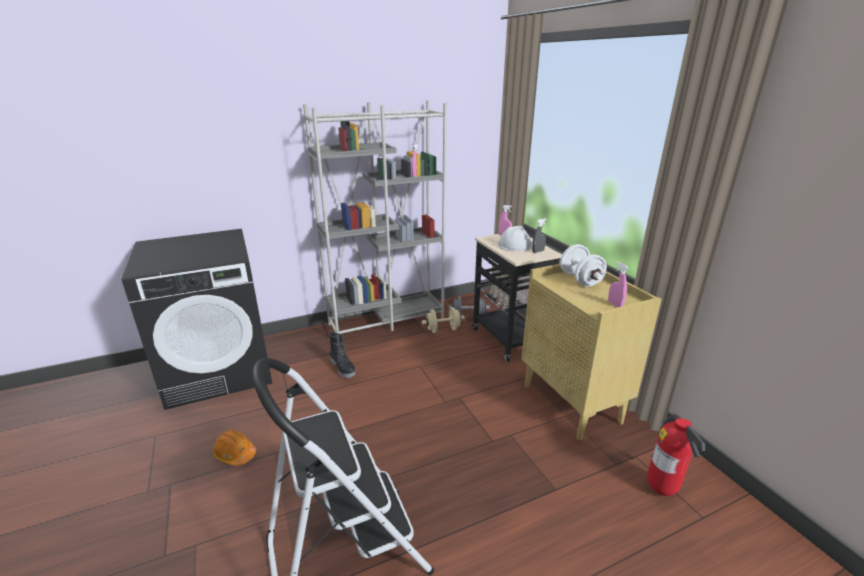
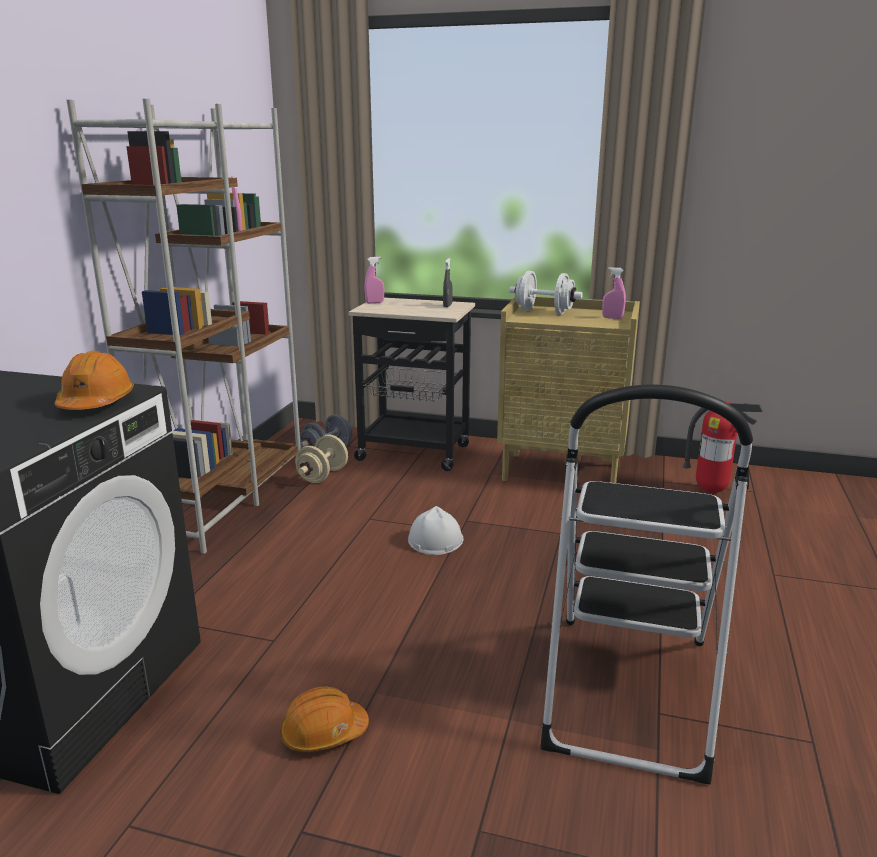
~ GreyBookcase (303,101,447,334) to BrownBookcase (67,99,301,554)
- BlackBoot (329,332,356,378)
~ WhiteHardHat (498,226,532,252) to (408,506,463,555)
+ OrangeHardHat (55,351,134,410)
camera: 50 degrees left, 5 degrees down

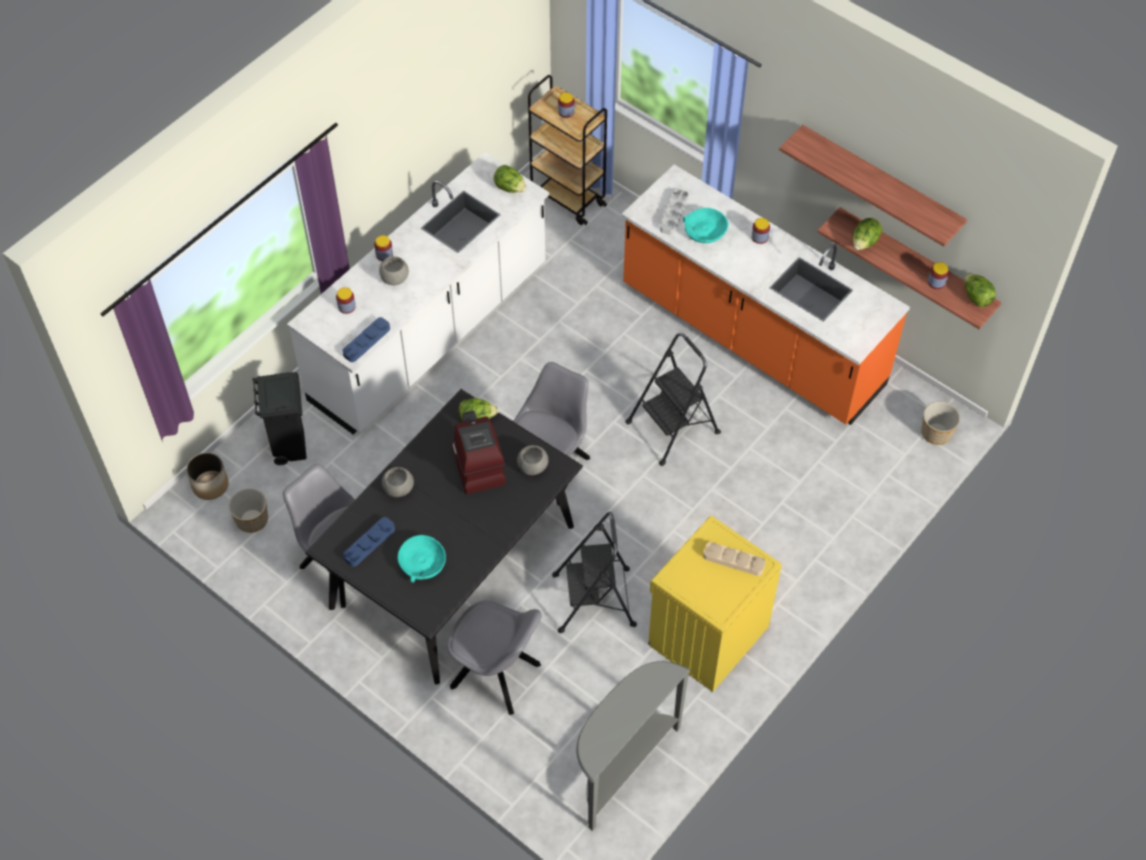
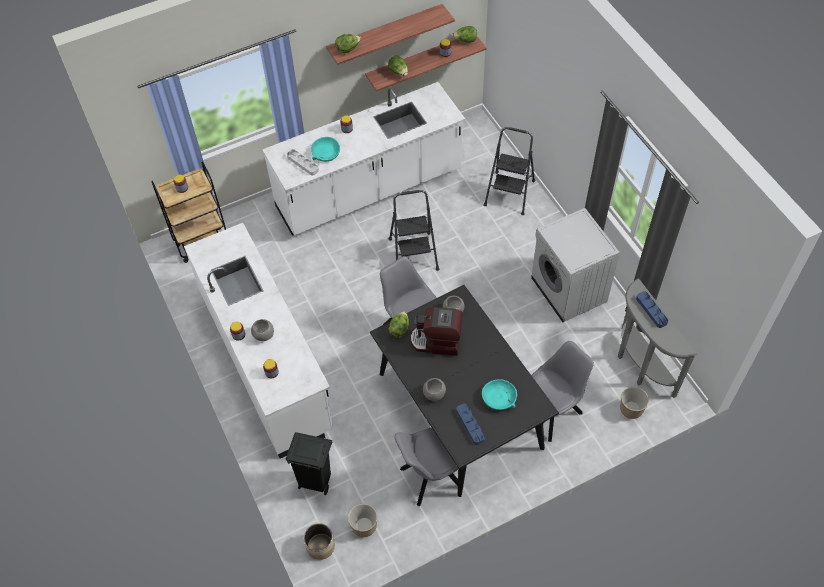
~ BlueTray (342,317,390,362) to (636,291,668,328)
~ Lettuce (493,165,526,193) to (335,34,361,53)
~ BlackStepLadder (552,512,637,633) to (483,127,536,215)
~ OrangeCounter (621,164,910,425) to WhiteCounter (262,82,465,236)
~ YellowWashingMachine (648,515,782,692) to WhiteWashingMachine (531,208,620,322)
- BeigeTray (703,542,766,576)
~ Planter (921,402,960,445) to (620,387,649,419)
camera: 65 degrees left, 0 degrees up

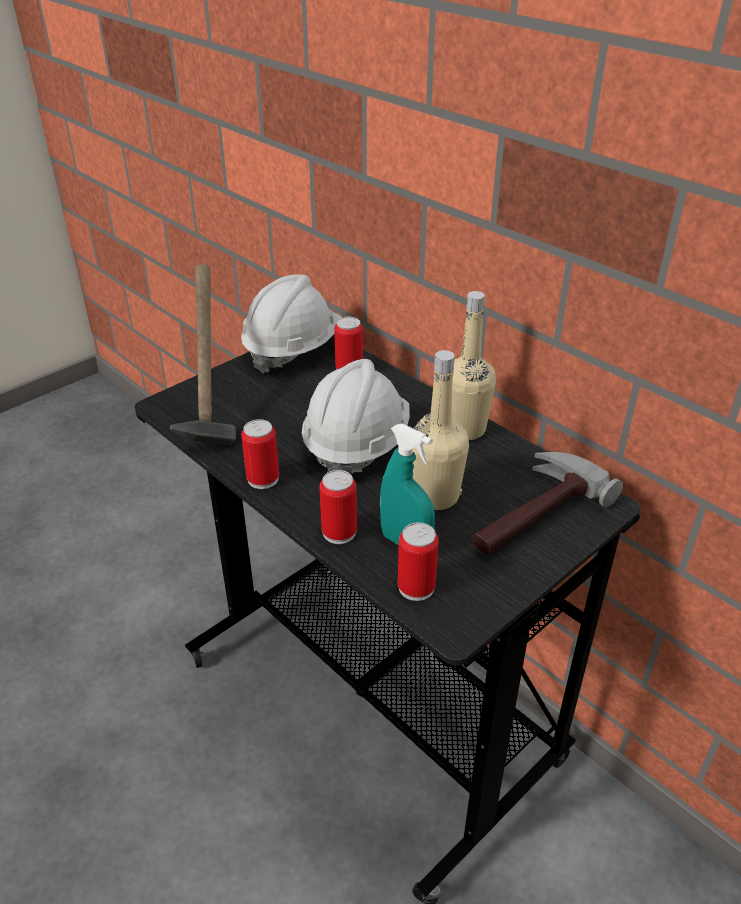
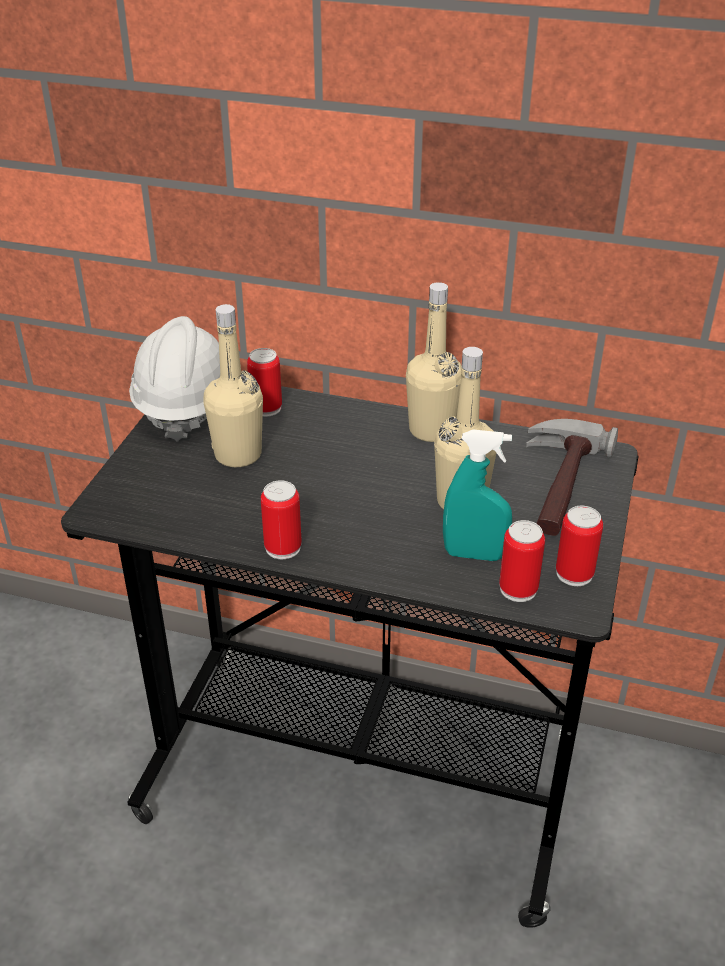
- Hammer (170,264,236,446)
- WhiteHardHat (302,359,410,474)
~ Can (320,470,357,544) to (556,506,603,586)
+ BeigeBottle (203,304,263,467)
camera: 30 degrees left, 0 degrees up

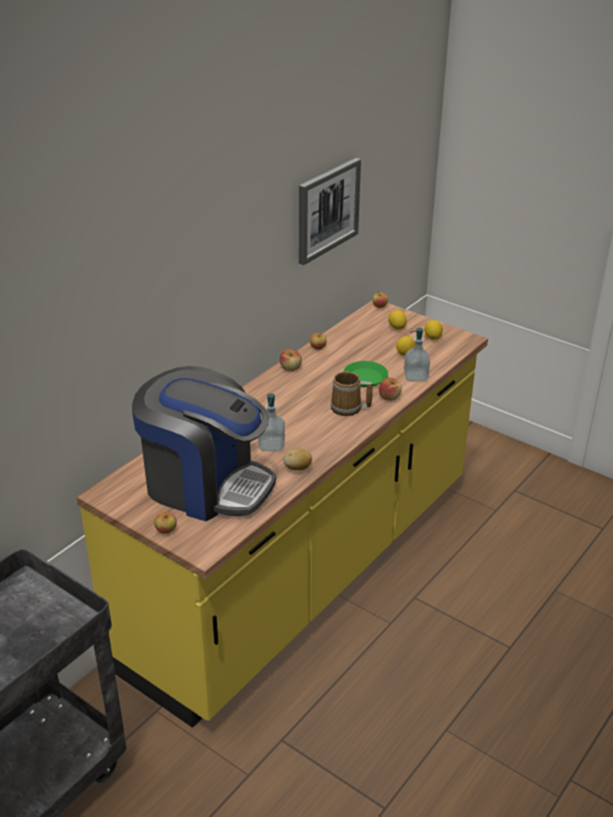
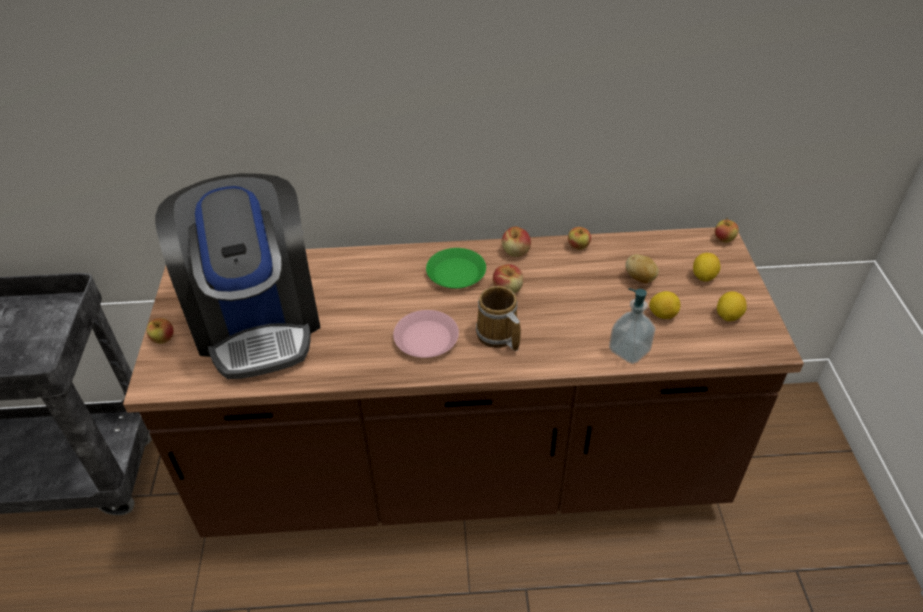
~ YellowCounter (77,300,488,728) to BrownCounter (123,227,804,537)
- SoapDispenser (258,393,285,452)
~ Potato (283,449,312,470) to (625,254,659,283)
- Picture (299,158,361,265)
~ GreenPlate (343,361,388,387) to (426,248,486,289)
~ Apple (379,378,402,401) to (493,264,523,294)
+ PinkPlate (393,310,459,358)
camera: 50 degrees right, 10 degrees up

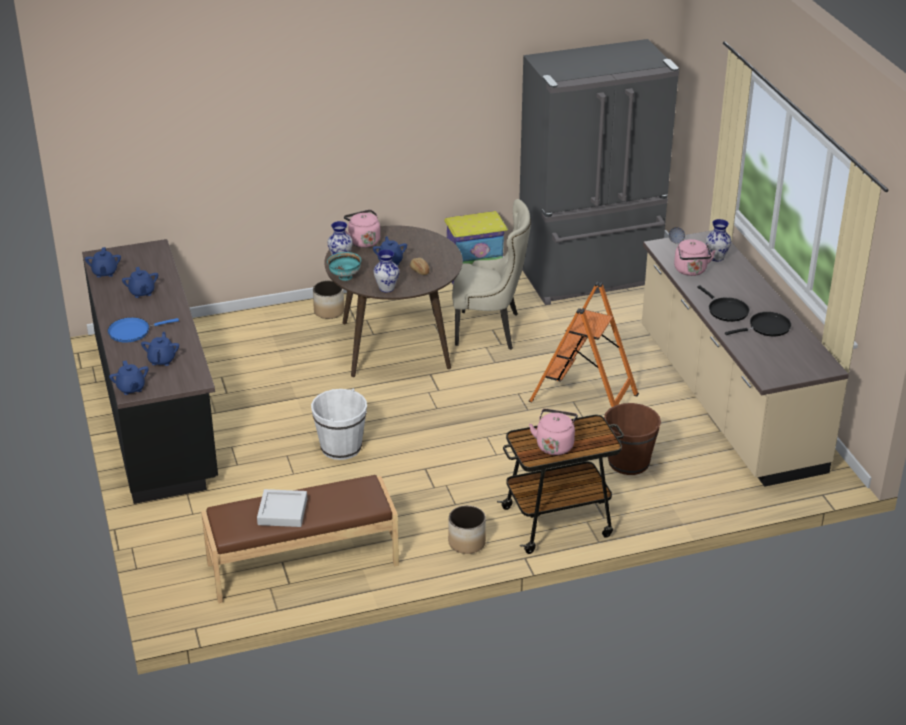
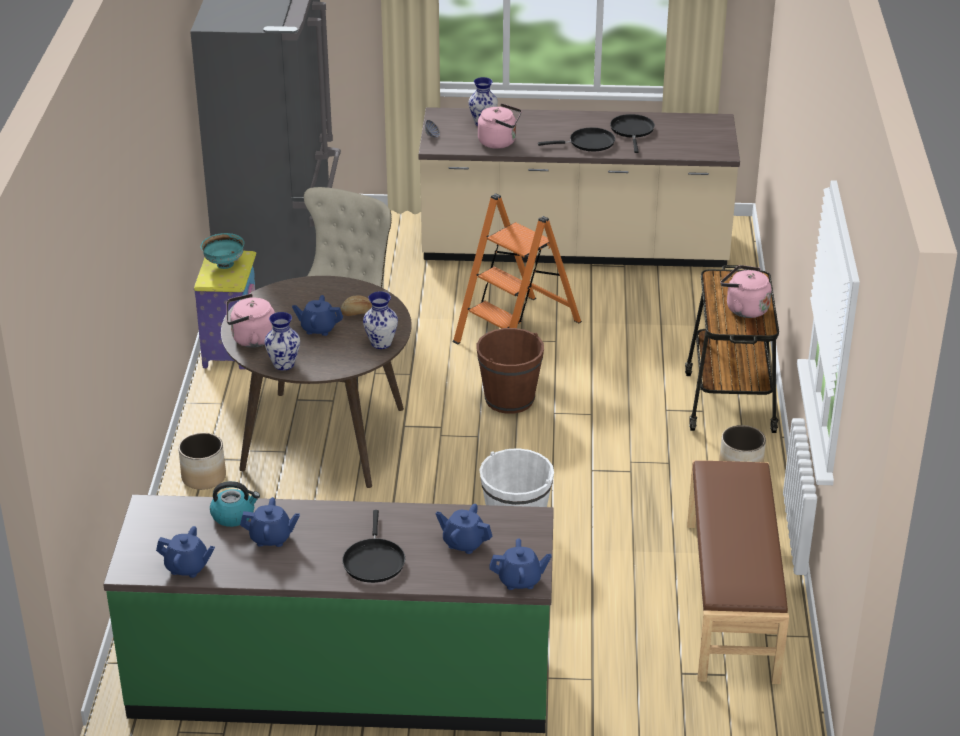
~ BlackCounter (82,239,218,504) to GreenCounter (103,495,554,733)
~ BlueFryingPan (108,317,179,342) to BlackFryingPan (342,510,405,583)
- GreyTray (257,489,307,527)
~ TurquoiseBowl (327,252,361,281) to (201,233,244,269)
~ BrownBucket (604,403,661,475) to (477,328,544,414)
+ Kettle (210,481,260,527)
camera: 70 degrees left, 0 degrees up

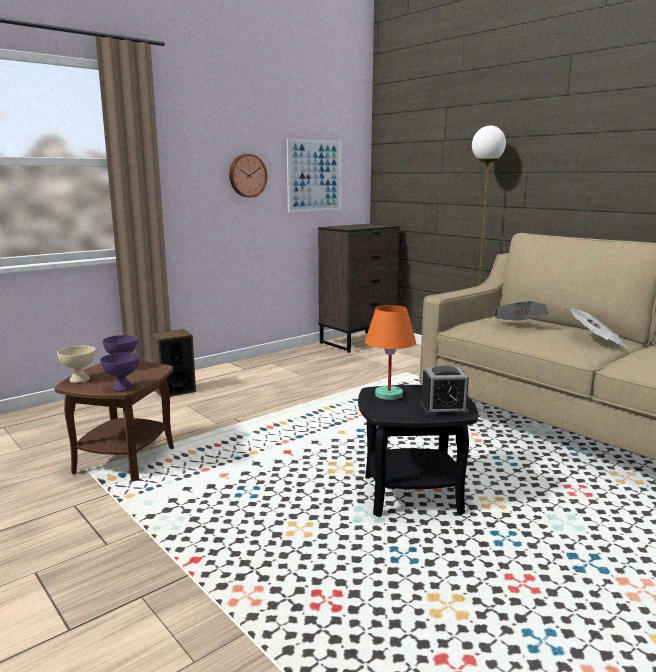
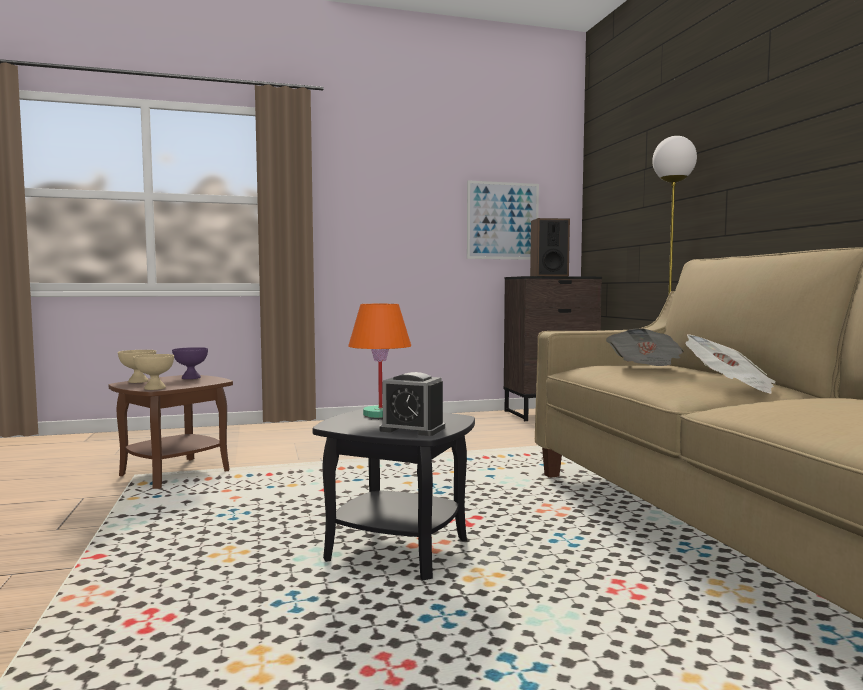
~ PurpleBowl (100,352,140,392) to BeigeBowl (133,354,174,390)
~ Speaker (150,329,196,397) to (530,218,570,276)
- WallClock (229,154,268,198)
camera: 25 degrees right, 10 degrees down

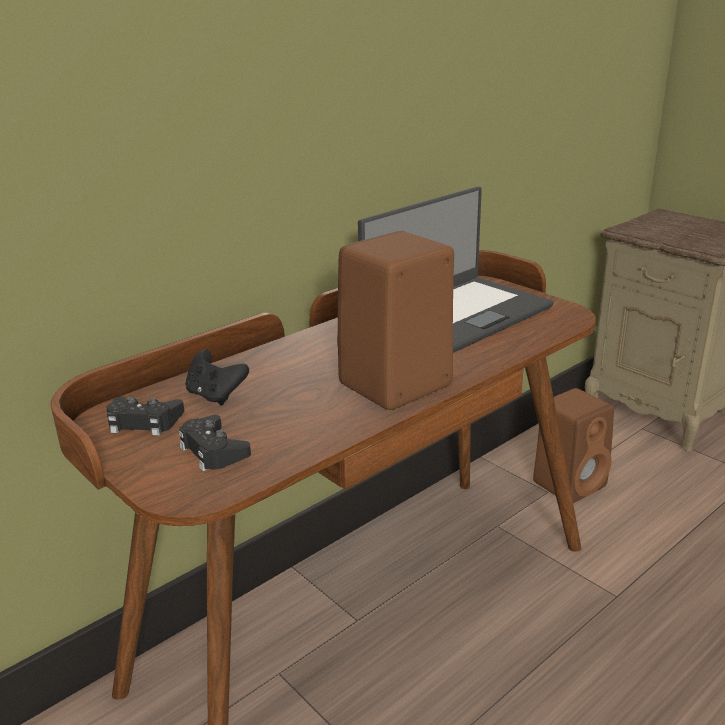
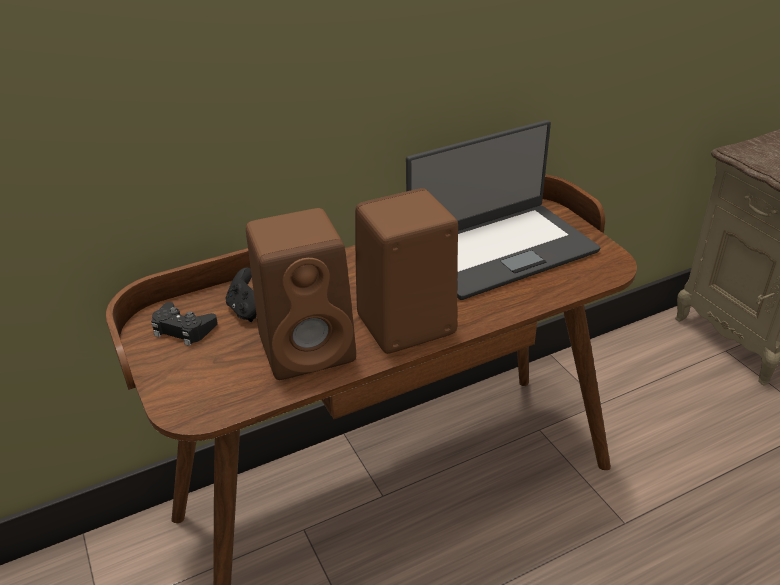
- BlackGameController (179,415,251,471)
~ BrownSpeaker (533,388,614,503) to (246,208,356,380)
camera: 15 degrees right, 10 degrees up

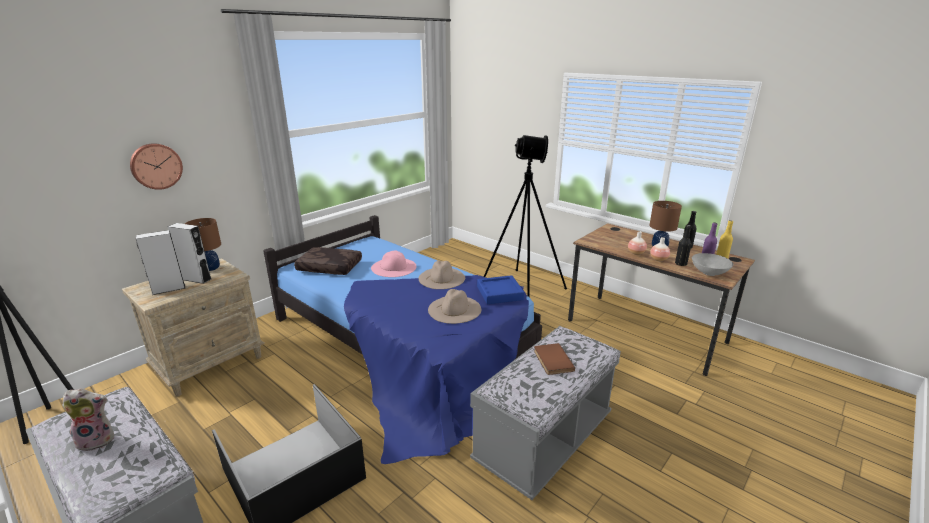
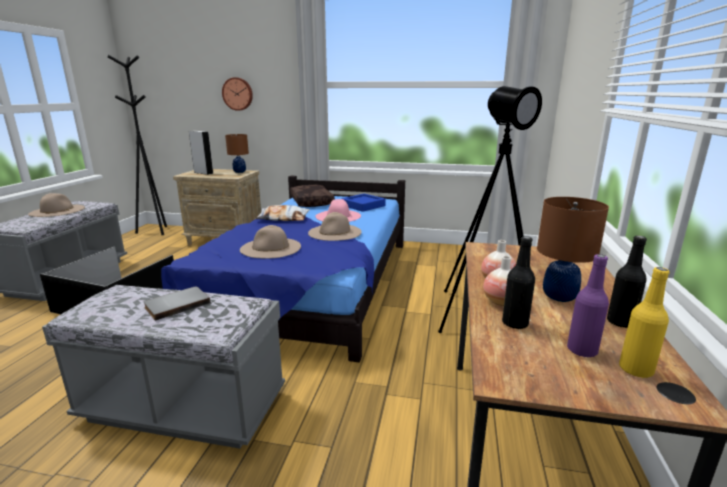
~ PlushToy (62,388,114,451) to BeigeHat (28,193,85,217)
- GreySpeaker (168,223,211,284)
~ BlueTray (477,275,524,304) to (342,194,386,212)
~ BrownBook (534,343,575,375) to GreyBook (144,286,211,321)
- GreyBowl (692,253,733,276)
+ Pillow (256,205,310,221)
camera: 60 degrees right, 5 degrees down

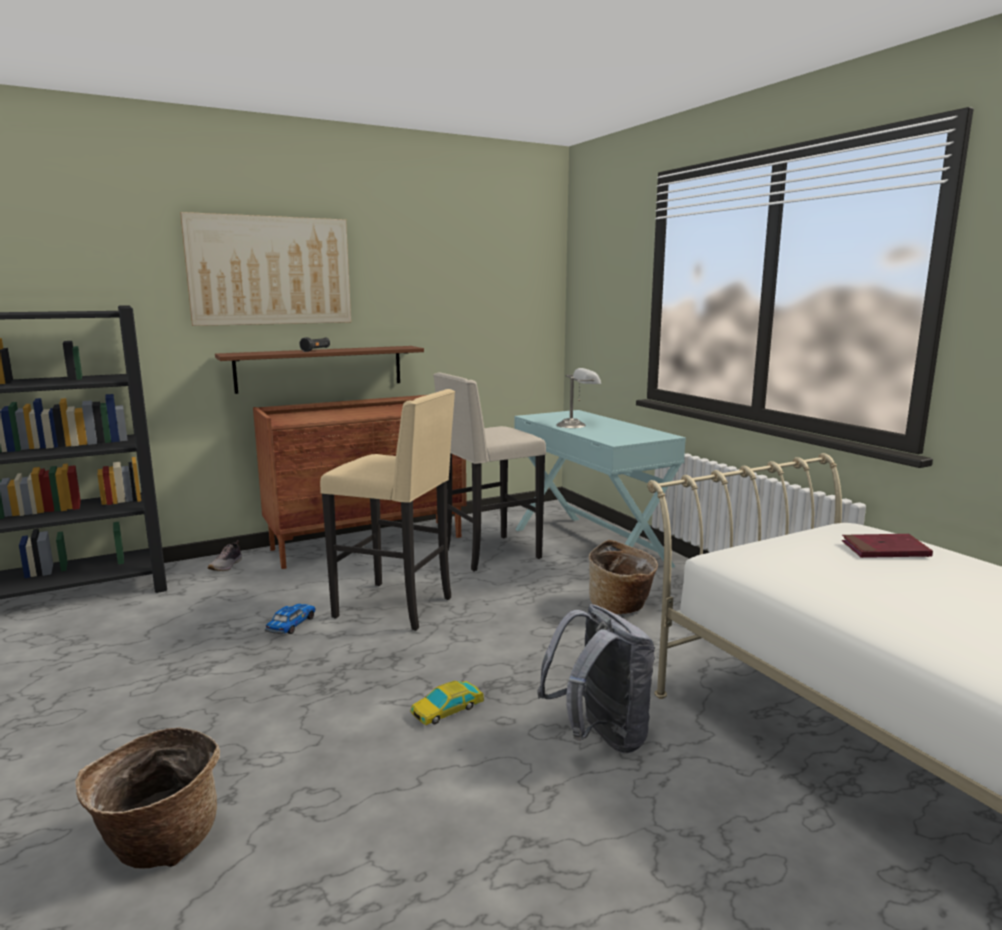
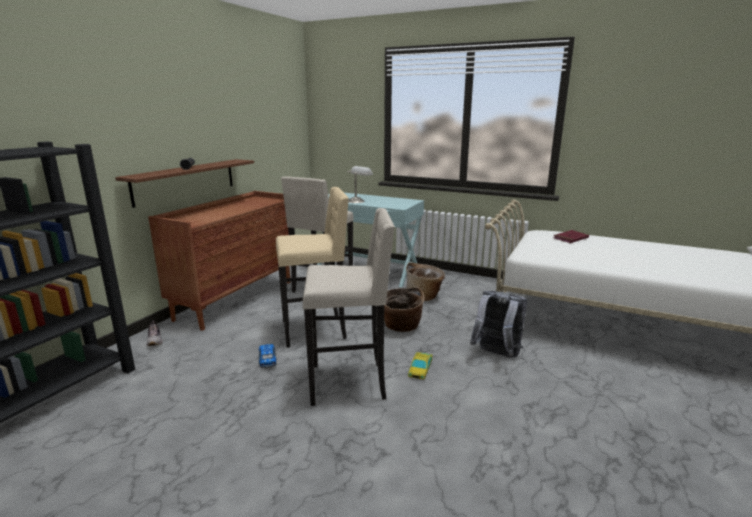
~ Basket (75,727,220,868) to (384,287,425,332)
- Picture (180,212,351,326)
+ BeigeStool (303,208,395,406)
camera: 35 degrees left, 5 degrees up

